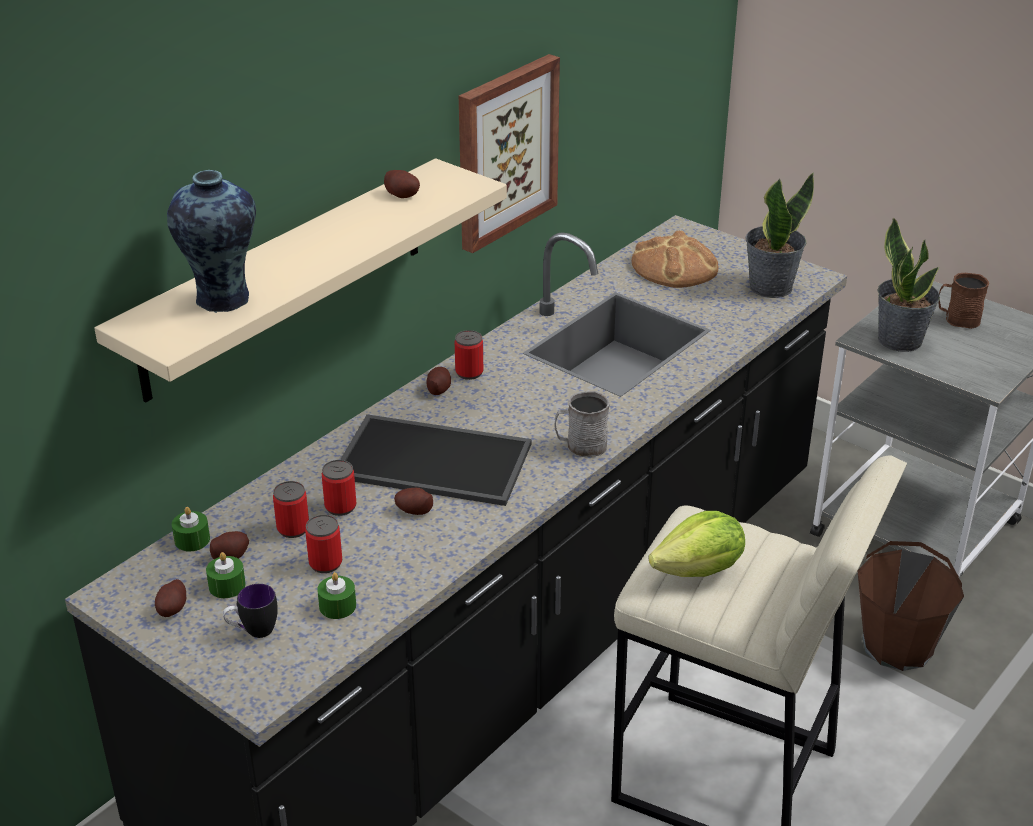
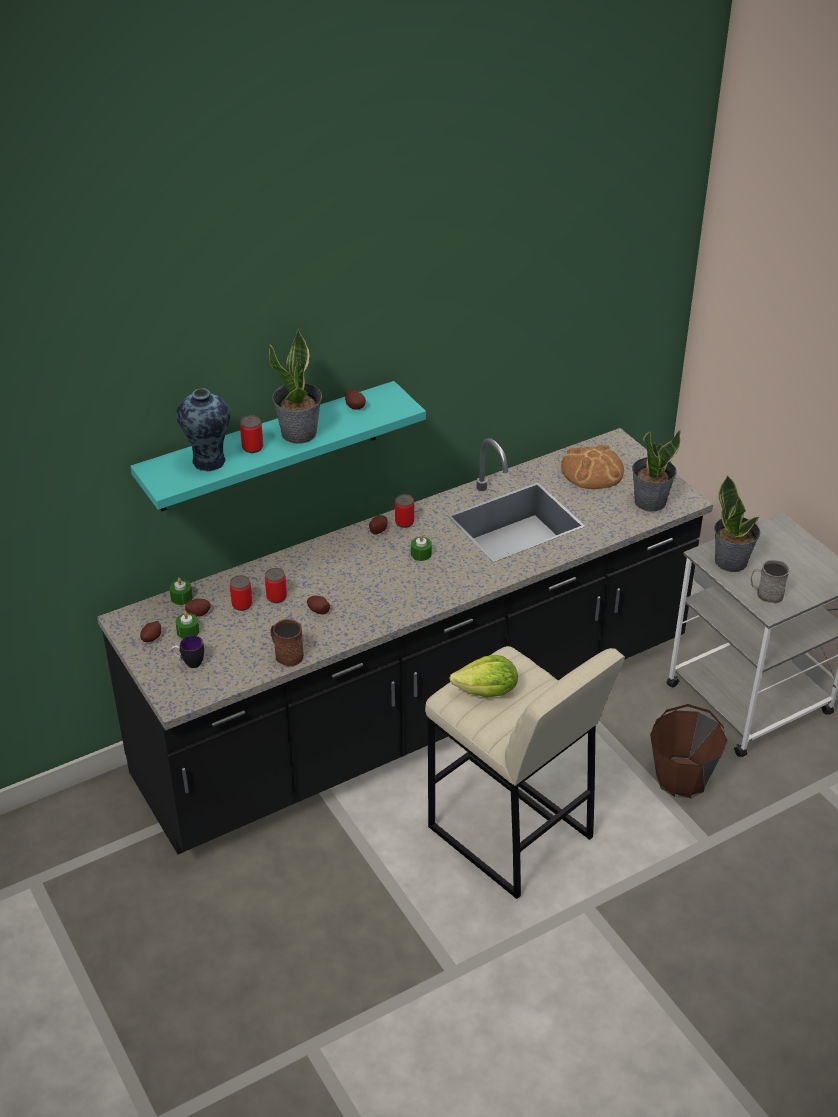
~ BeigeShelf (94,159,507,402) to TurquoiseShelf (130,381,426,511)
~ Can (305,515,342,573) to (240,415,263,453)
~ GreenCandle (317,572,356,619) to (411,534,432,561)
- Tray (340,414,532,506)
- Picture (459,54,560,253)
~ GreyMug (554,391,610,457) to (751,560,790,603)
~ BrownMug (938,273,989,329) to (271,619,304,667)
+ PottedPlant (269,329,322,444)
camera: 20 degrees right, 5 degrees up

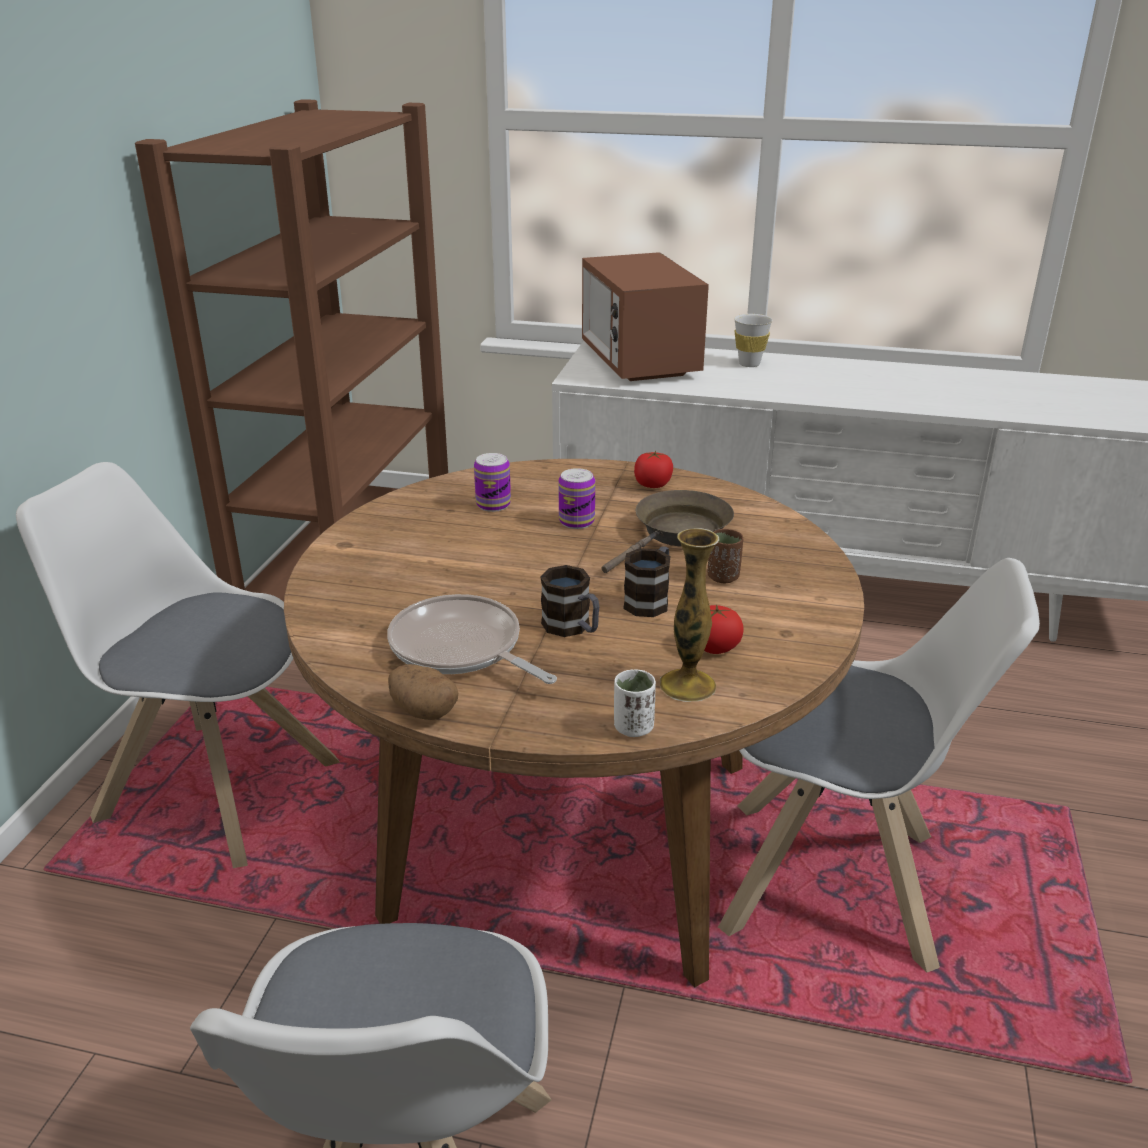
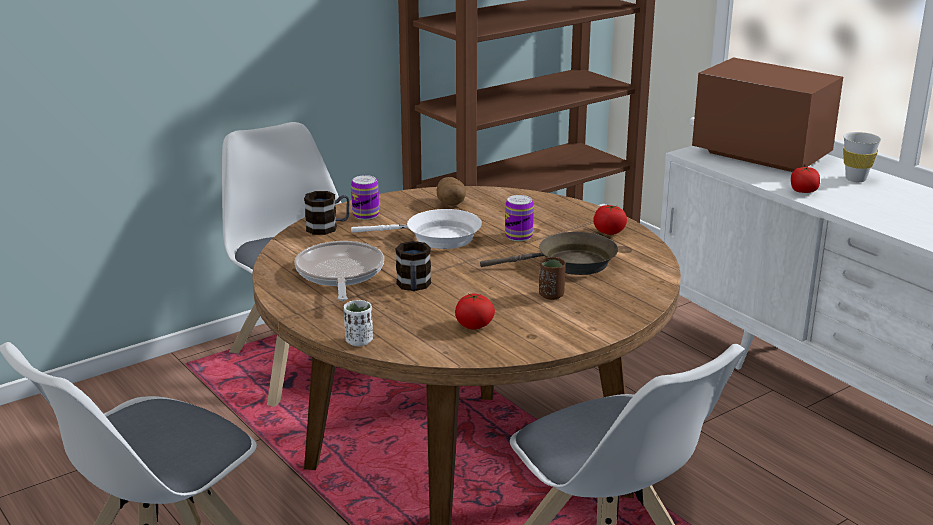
~ Potato (388,664,458,720) to (437,177,466,206)
~ Can (474,453,511,512) to (351,175,379,220)
~ Microwave (582,252,709,381) = (692,57,843,172) 105 degrees clockwise
~ Mug (623,546,670,617) to (304,191,350,235)
- Vase (660,528,720,702)
+ WhiteFryingPan (351,209,482,249)
+ Tomato (791,167,820,193)
camera: 40 degrees right, 5 degrees down

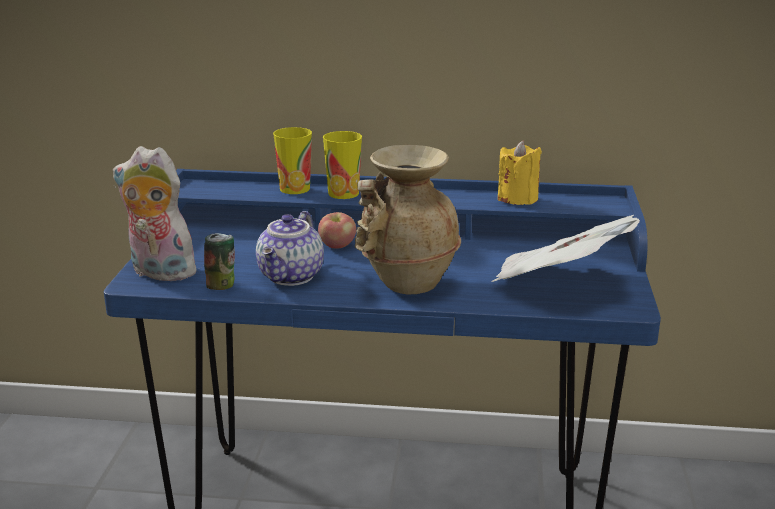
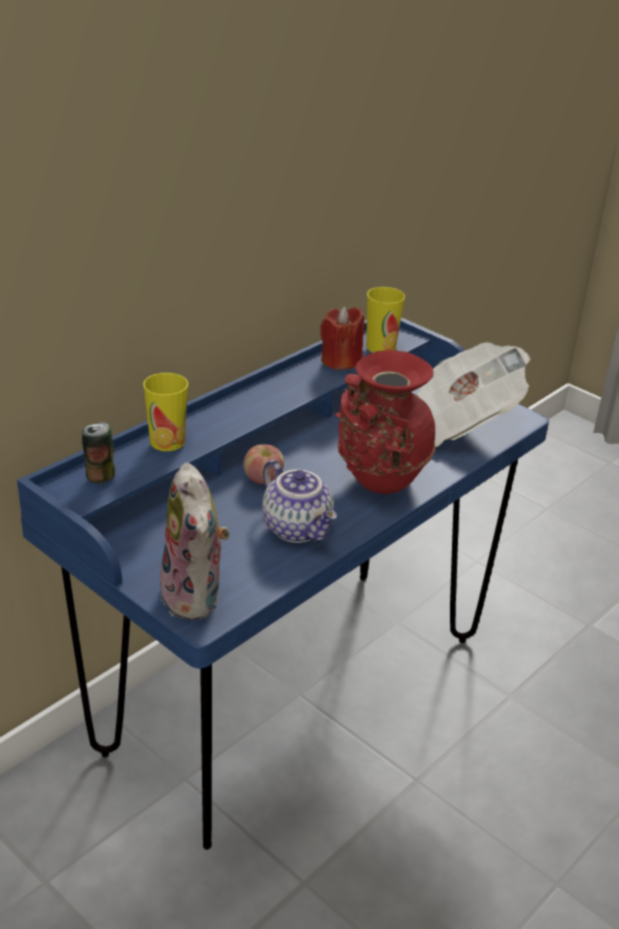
~ PlushToy (113,146,199,281) = (158,463,230,620) 75 degrees counterclockwise
~ Can (204,233,235,290) to (82,422,115,483)
~ Cup (323,131,362,199) to (366,287,405,353)
~ BeigeVase (355,145,461,294) to RedVase (335,350,435,494)
~ YellowCandle (498,141,542,205) to RedCandle (320,306,364,370)
camera: 55 degrees left, 10 degrees up

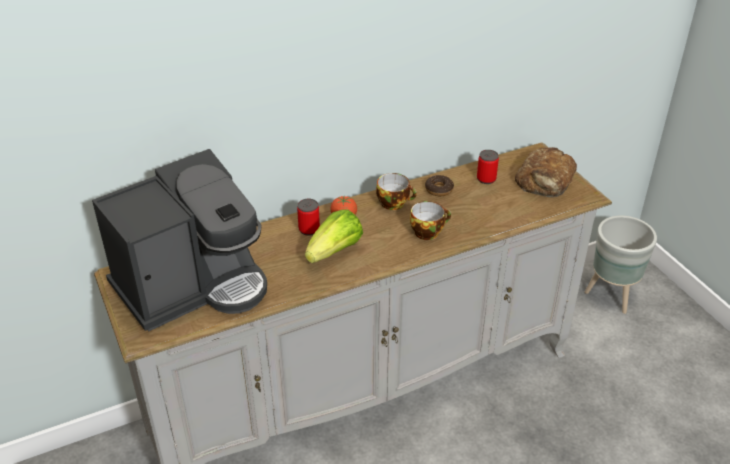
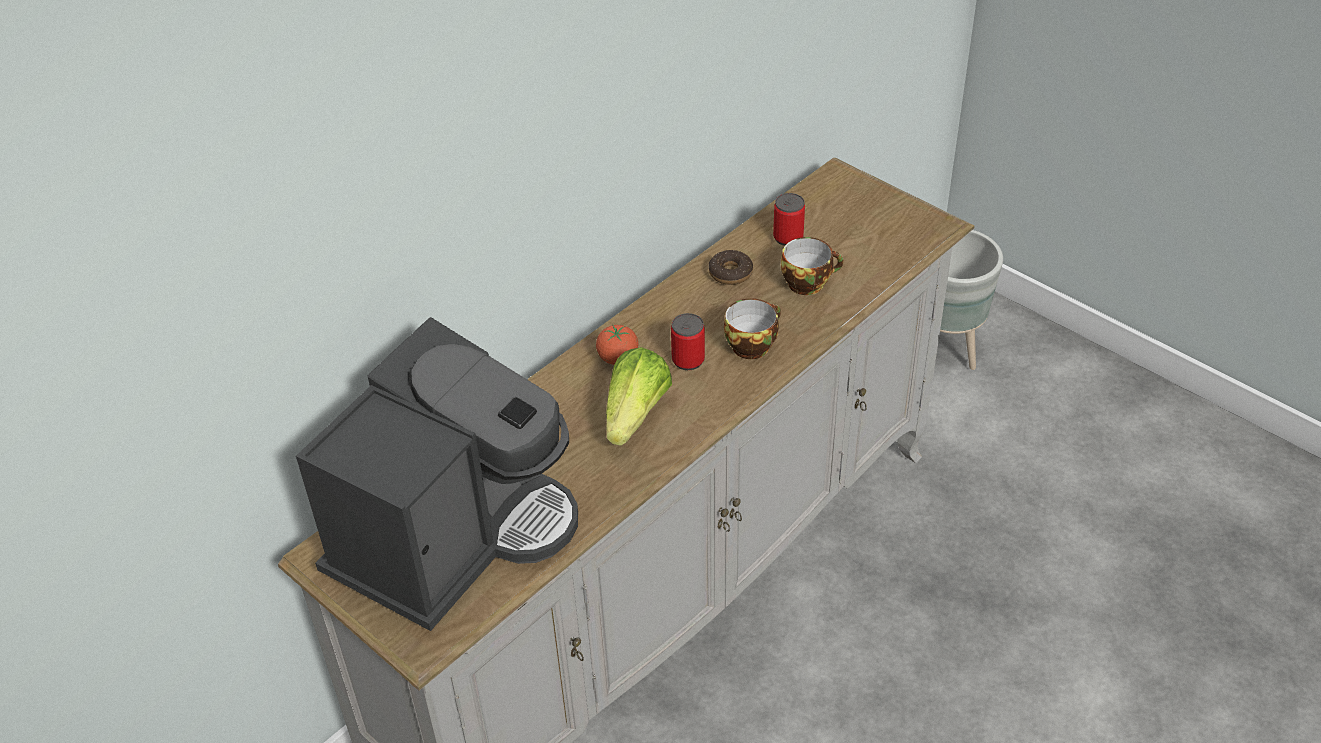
~ Can (297,199,320,236) to (671,313,705,370)
~ Cup (376,173,417,210) to (781,237,843,295)
- Bread (515,147,577,198)
camera: 20 degrees left, 5 degrees up

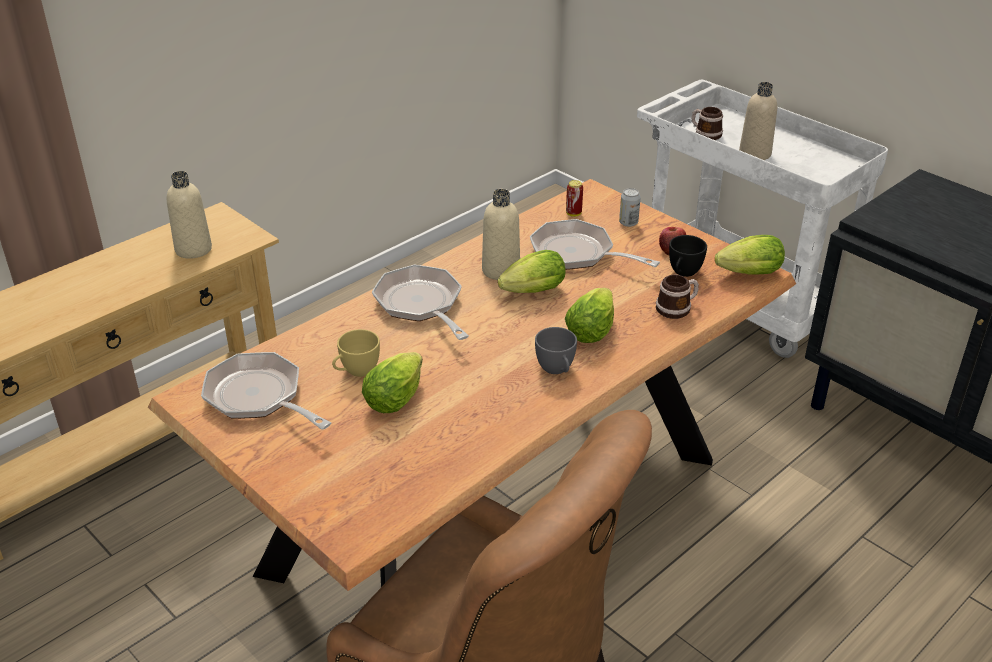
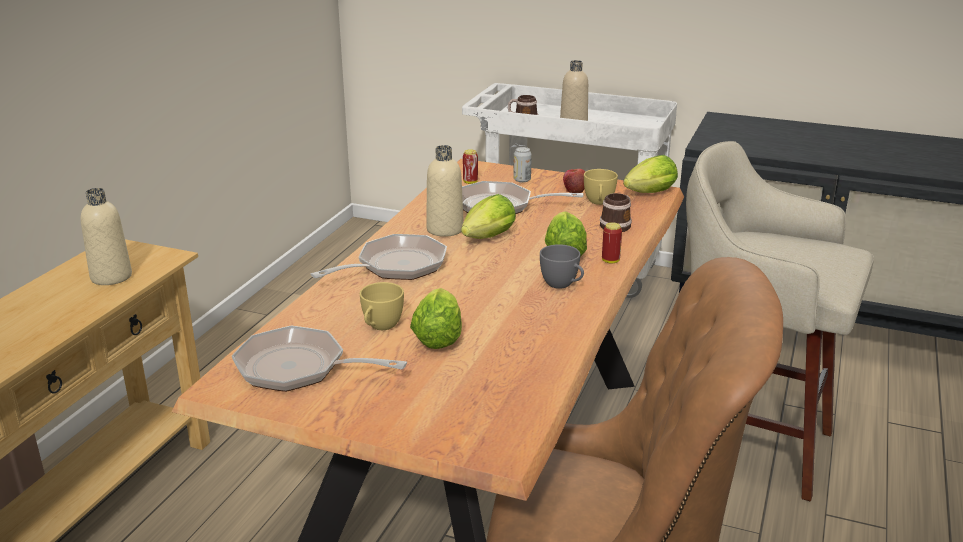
~ FryingPan (372,264,469,340) = (310,234,447,280) 105 degrees clockwise
~ BlackCup (669,235,707,277) to YellowCup (584,169,618,205)
+ Can (602,222,622,264)
+ BeigeStool (686,141,874,501)
camera: 25 degrees left, 10 degrees down

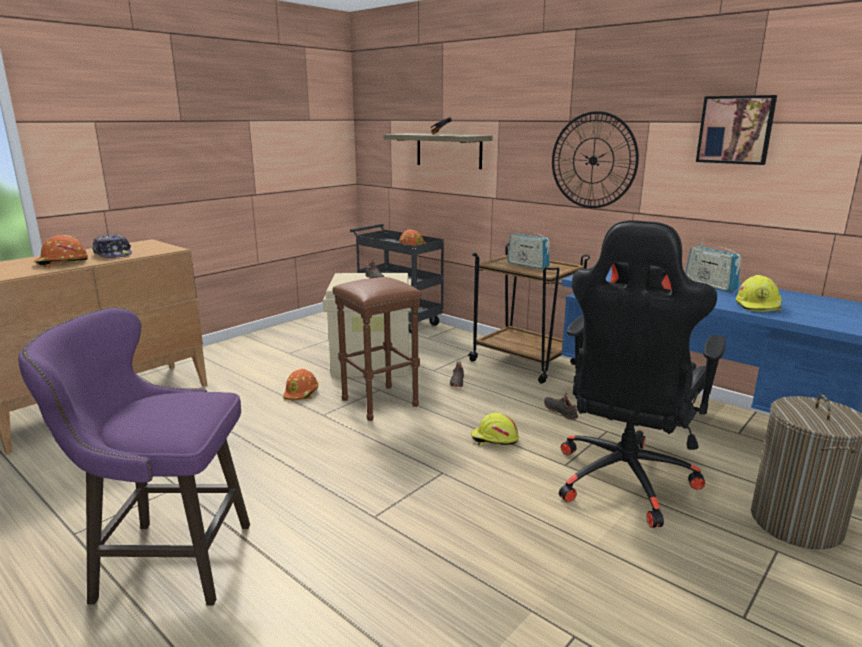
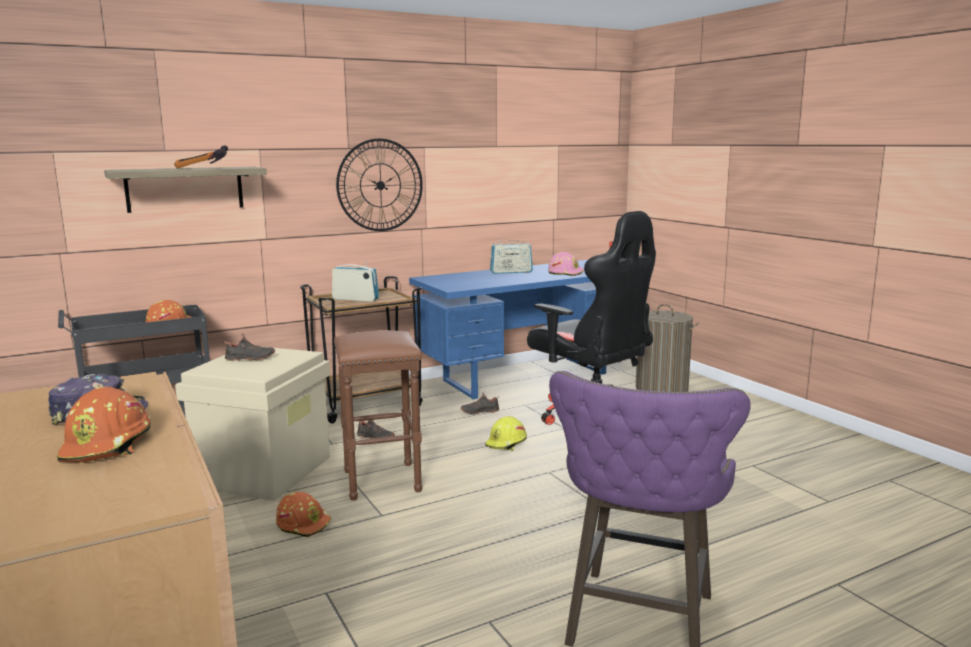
~ Radio (508,227,550,269) = (332,261,379,301) 135 degrees counterclockwise
- Picture (696,95,777,165)
~ YellowHardHat (736,275,782,312) to PinkHardHat (548,252,584,276)
camera: 70 degrees left, 5 degrees down

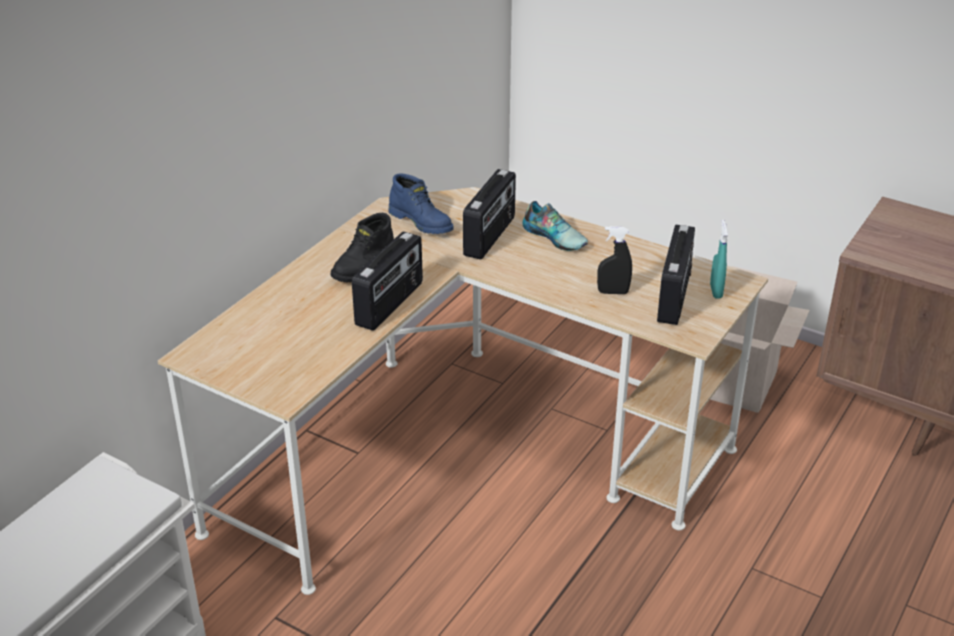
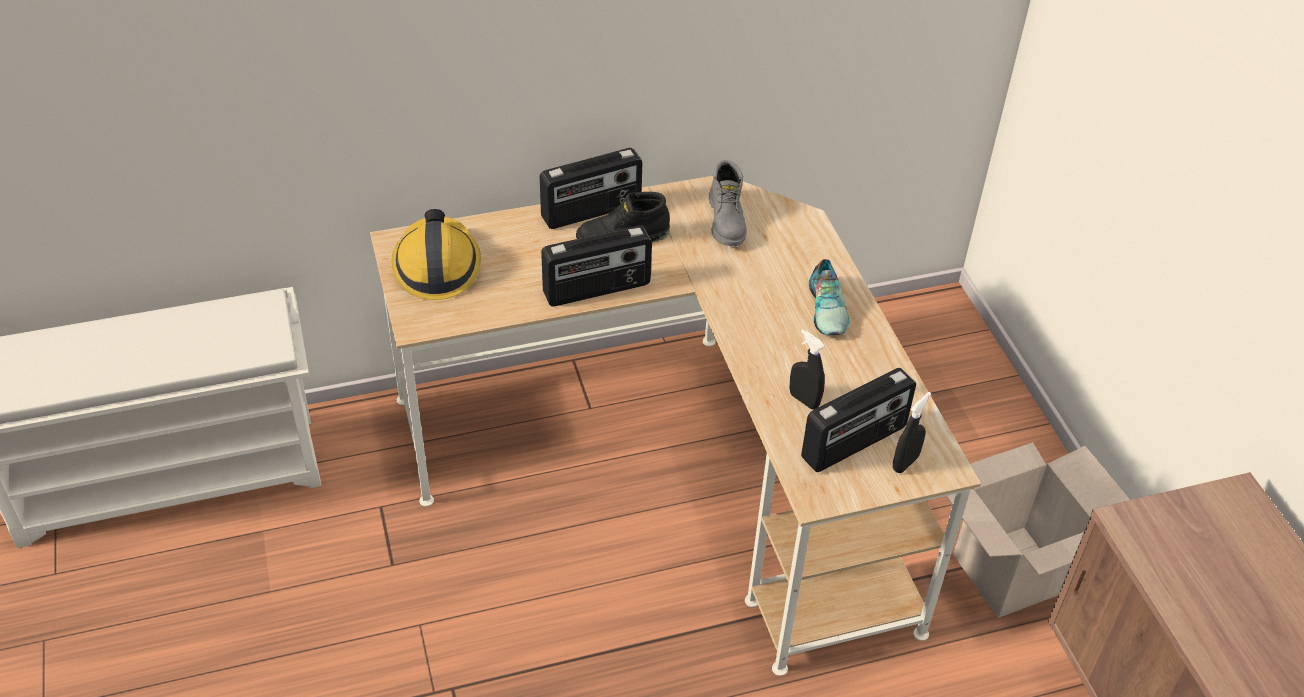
~ BlueBoot (389,174,454,234) to GreyBoot (709,160,747,246)
~ Radio (463,169,516,260) to (540,148,642,229)
~ TurquoiseSprayBottle (710,220,728,299) to BlackSprayBottle (893,392,931,473)
+ HardHat (391,209,481,300)
camera: 40 degrees right, 10 degrees up

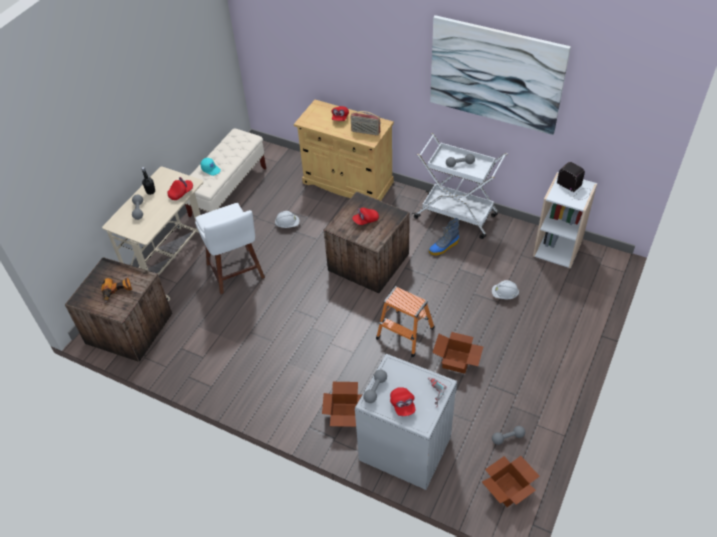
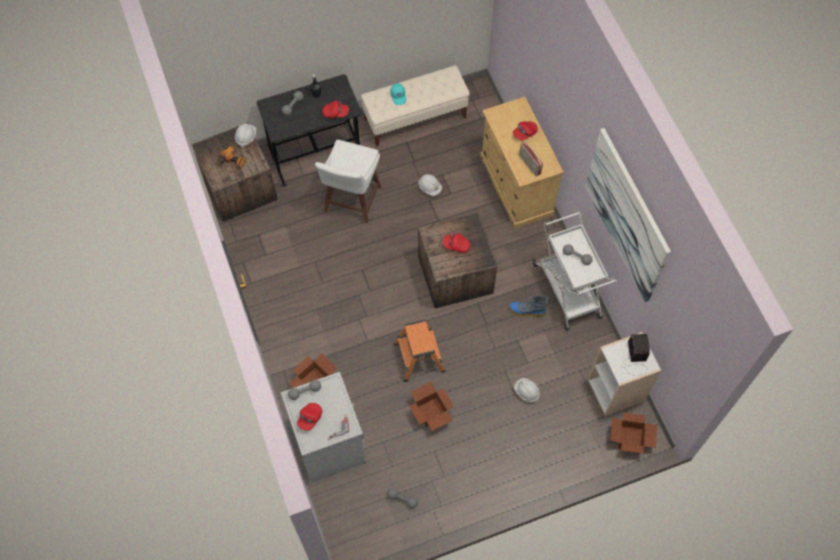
~ BeigeDesk (102,167,203,301) to BlackDesk (256,74,362,187)
~ CardboardBox (482,456,540,507) to (611,412,657,454)
+ WhiteHardHat (235,123,256,148)
camera: 40 degrees right, 15 degrees up

